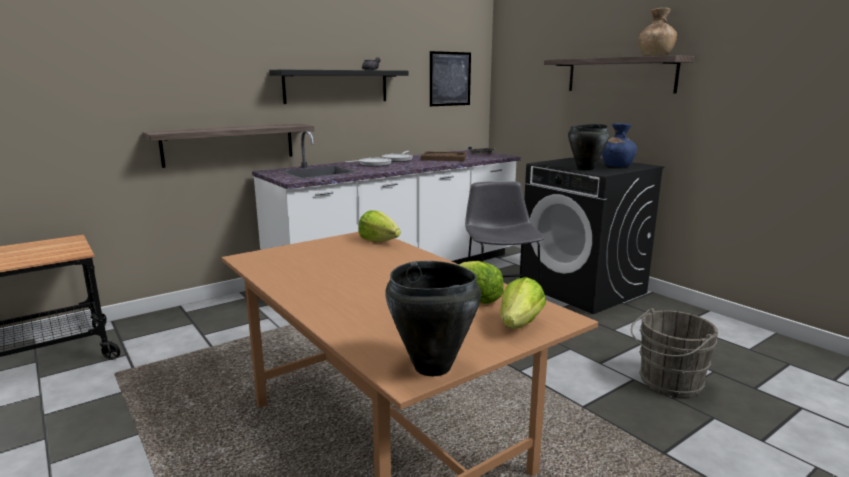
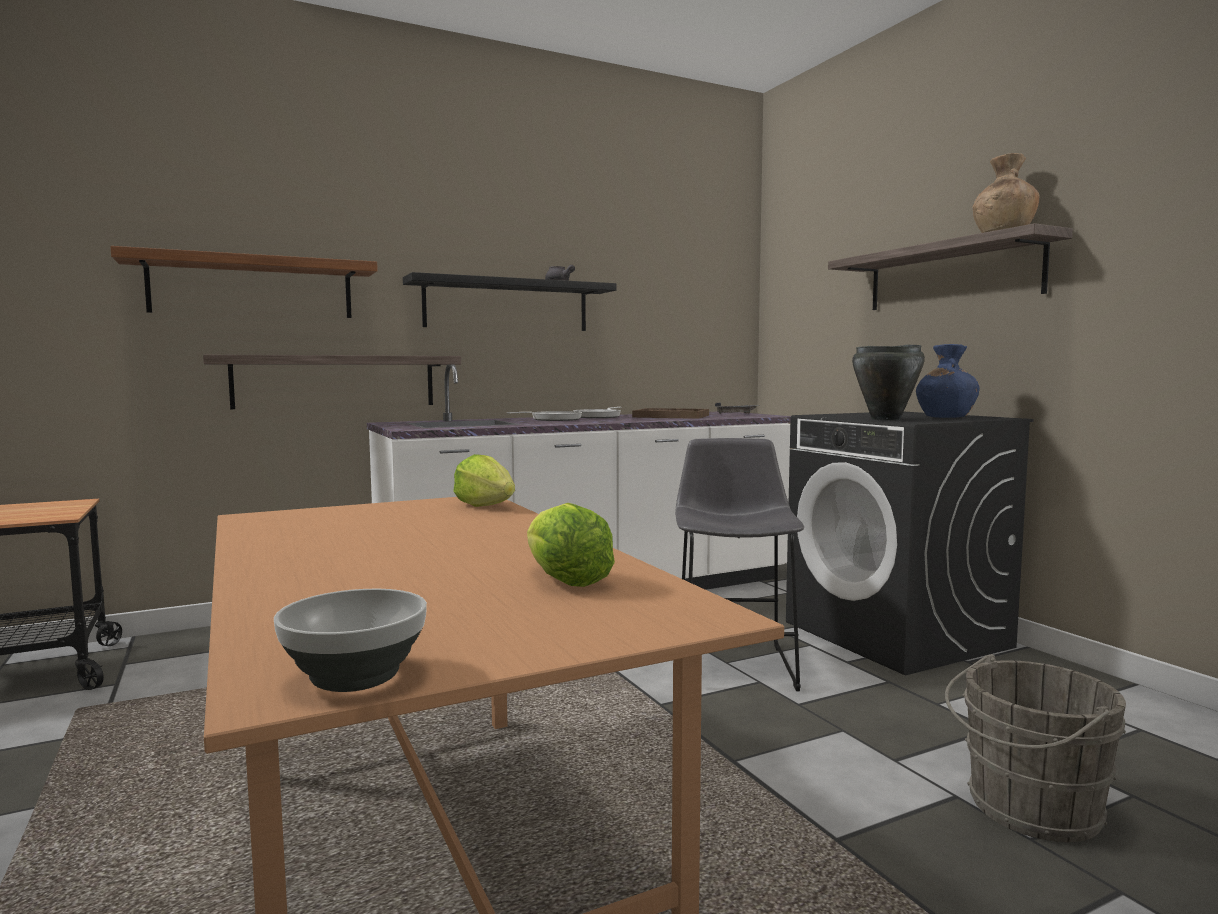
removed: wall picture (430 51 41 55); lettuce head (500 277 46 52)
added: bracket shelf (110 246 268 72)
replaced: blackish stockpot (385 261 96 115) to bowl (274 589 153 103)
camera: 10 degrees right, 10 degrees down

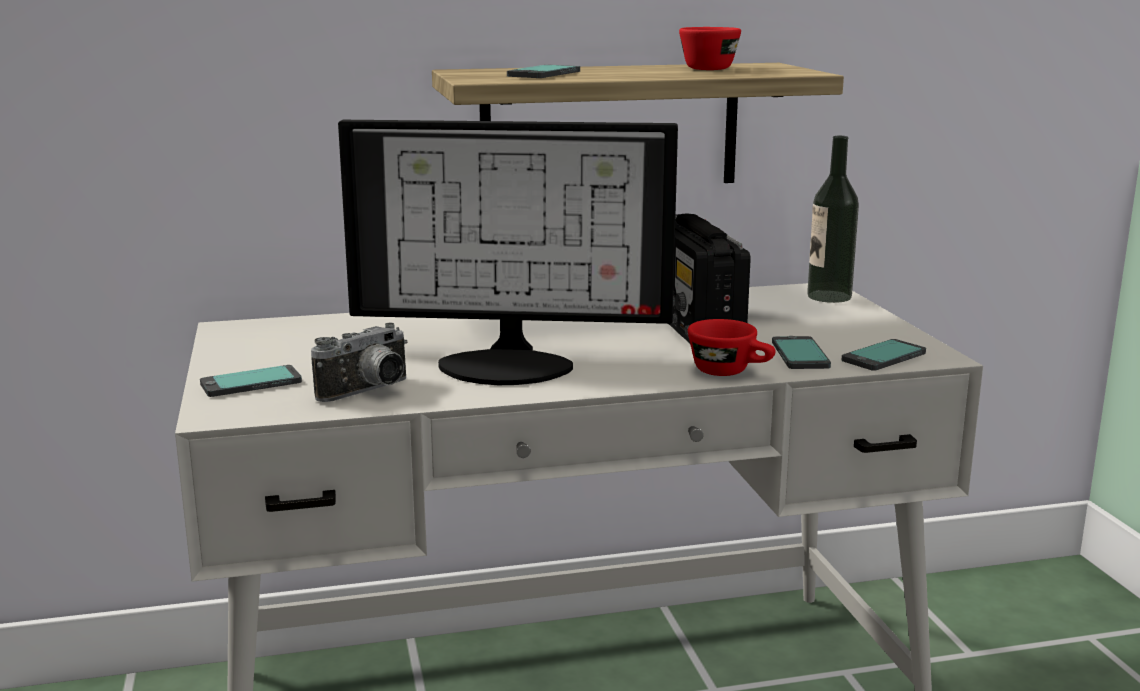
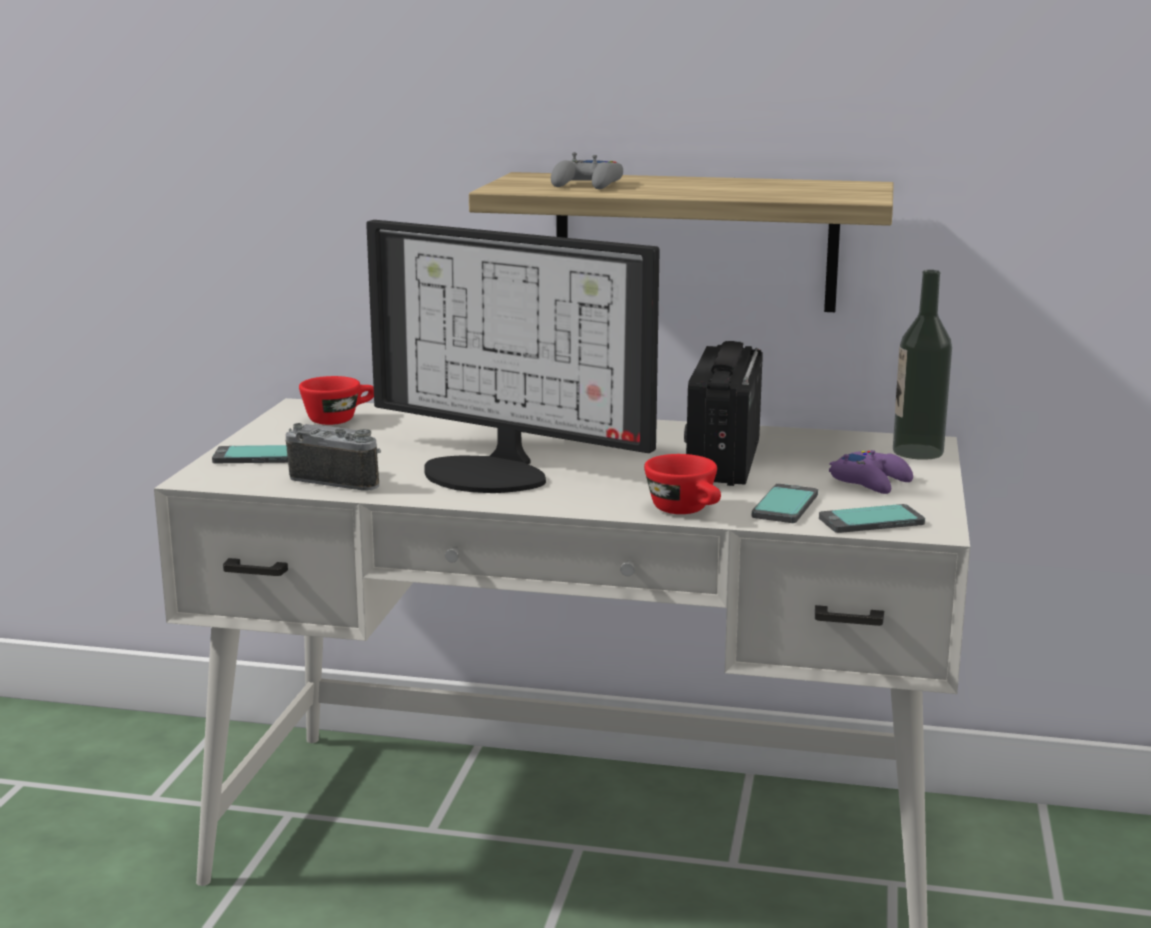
added: purple gamepad (829 450 84 44)
moved: red-coloured small cup (679 27 62 43) to (299 376 75 49)
replaced: phone (507 65 73 13) to greyish gamepad (551 153 72 36)
turned: still camera (311 322 96 80) = (286 423 95 68) 135 degrees counterclockwise
camera: 25 degrees right, 0 degrees up

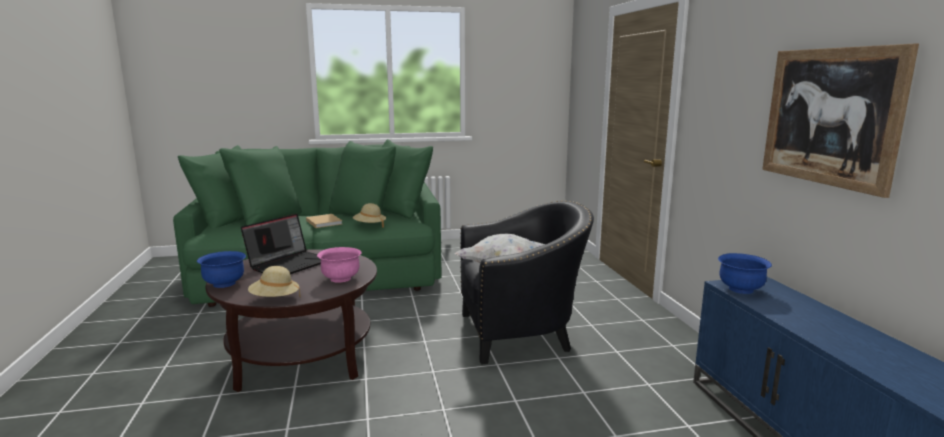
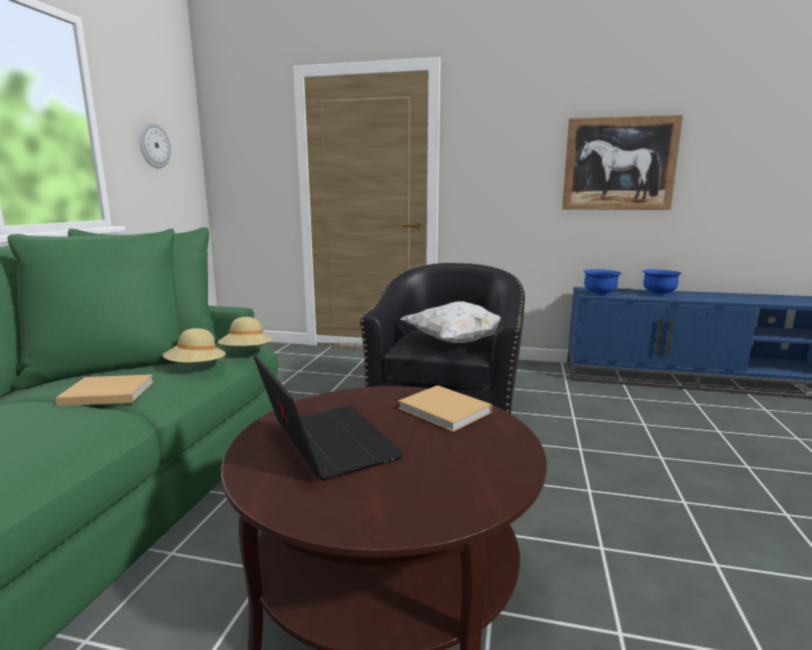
added: clock on the wall (140 122 31 47)
moved: blue-coloured bowl (197 251 49 37) to (642 269 40 27); beige-coloured wearable hat (248 266 52 31) to (218 317 55 29)
replaced: pinkish bowl (317 247 45 36) to beige-coloured bound book (398 385 94 47)
camera: 65 degrees left, 0 degrees up

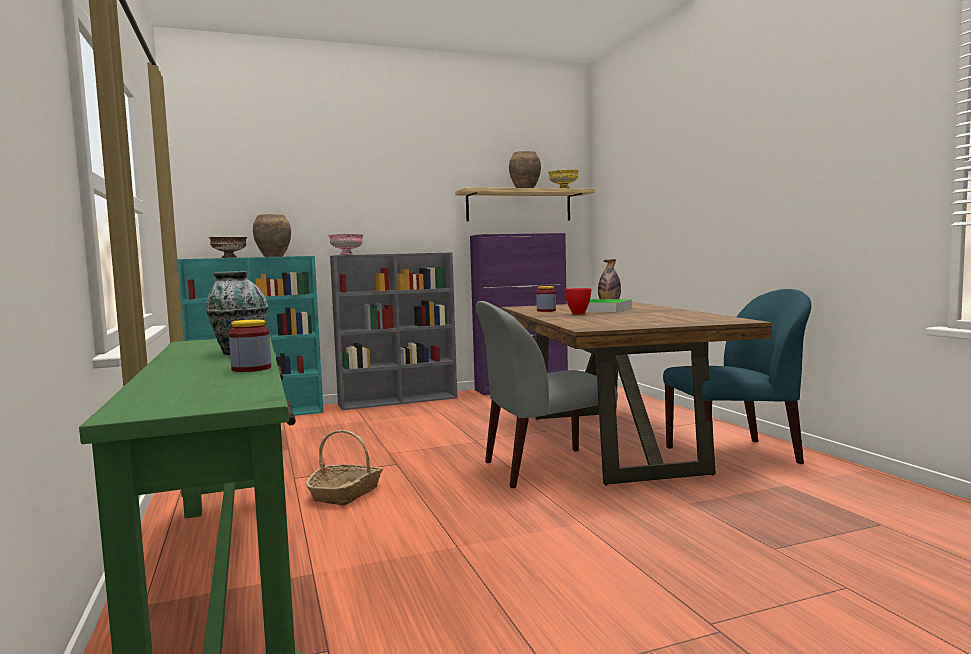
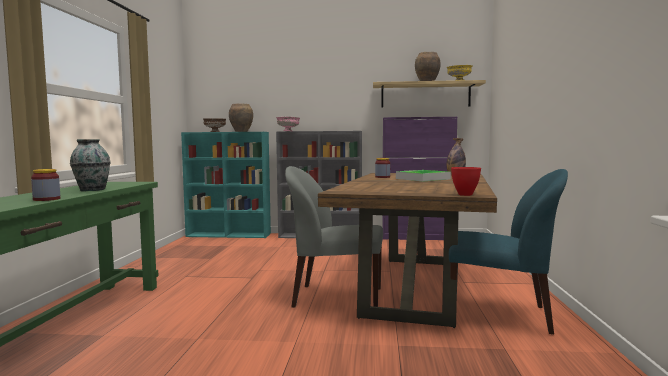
removed: household basket (306 430 77 76)
moved: red-coloured bowl (565 288 27 26) to (451 167 30 29)
camera: 25 degrees right, 0 degrees up

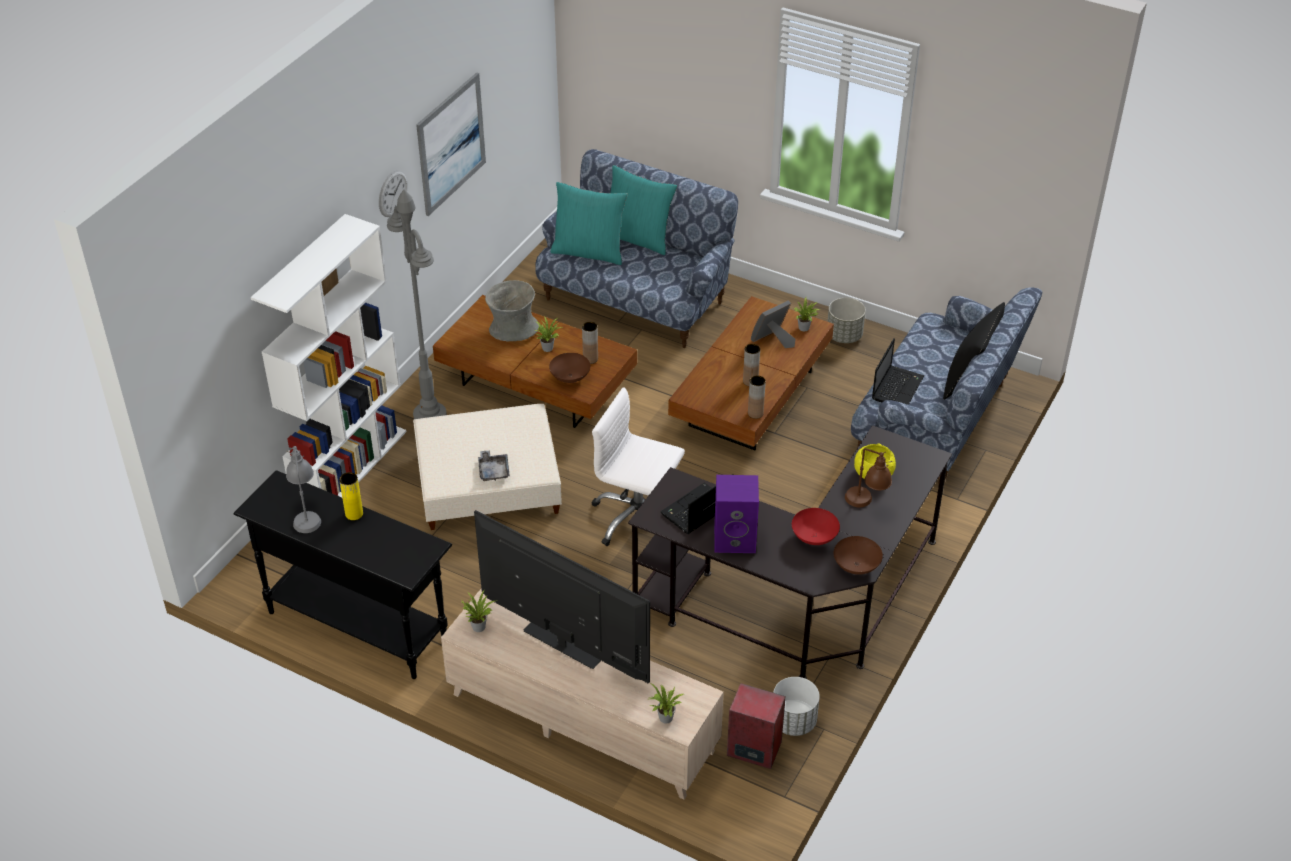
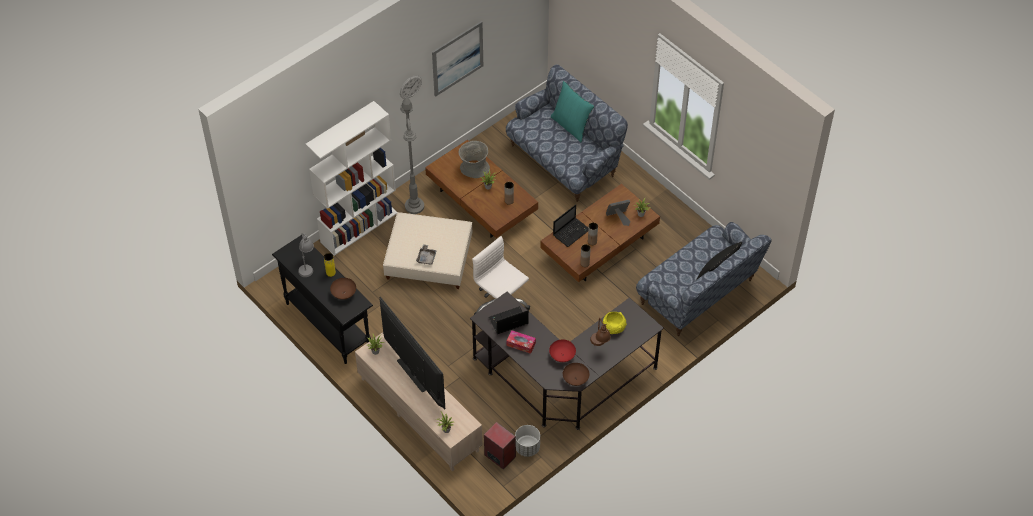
removed: turquoise-coloured throw pillow (550 182 77 83); greyish plant pot (827 298 39 45)
moved: brown bowl (549 353 41 30) to (330 278 26 22); laptop (872 338 52 67) to (553 204 36 43)
replaced: purple audio speaker (714 475 45 78) to tissue holder (506 330 30 24)
camera: 20 degrees right, 10 degrees up

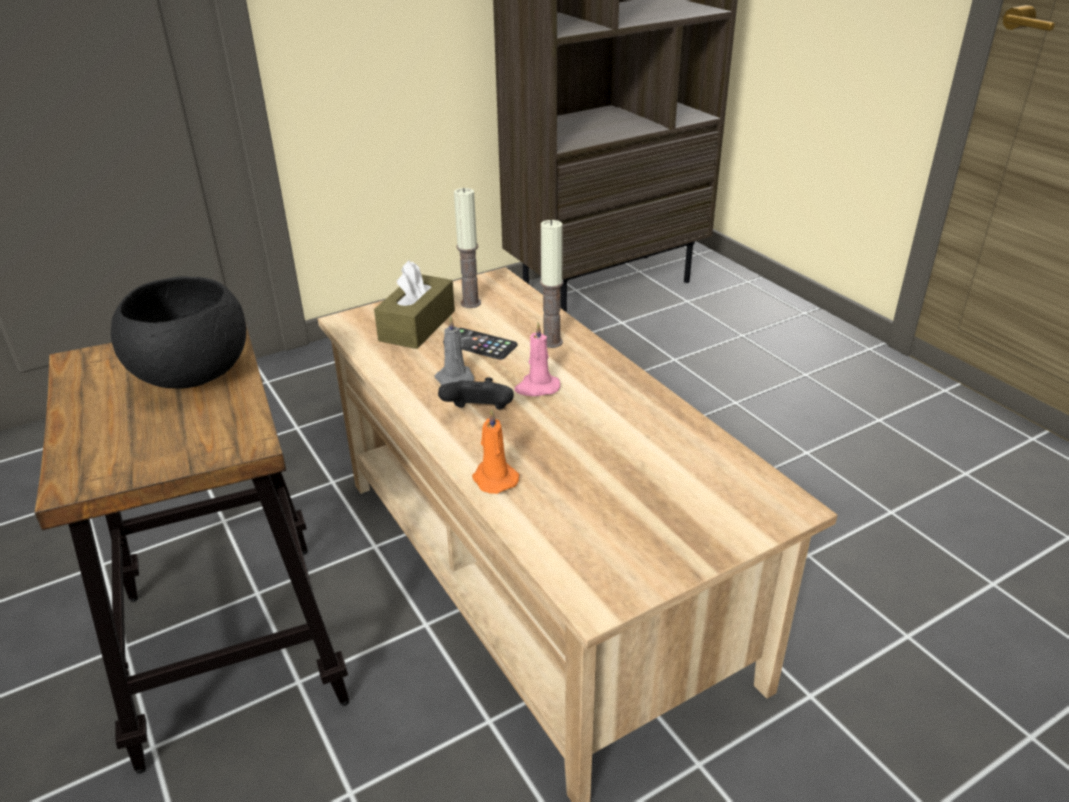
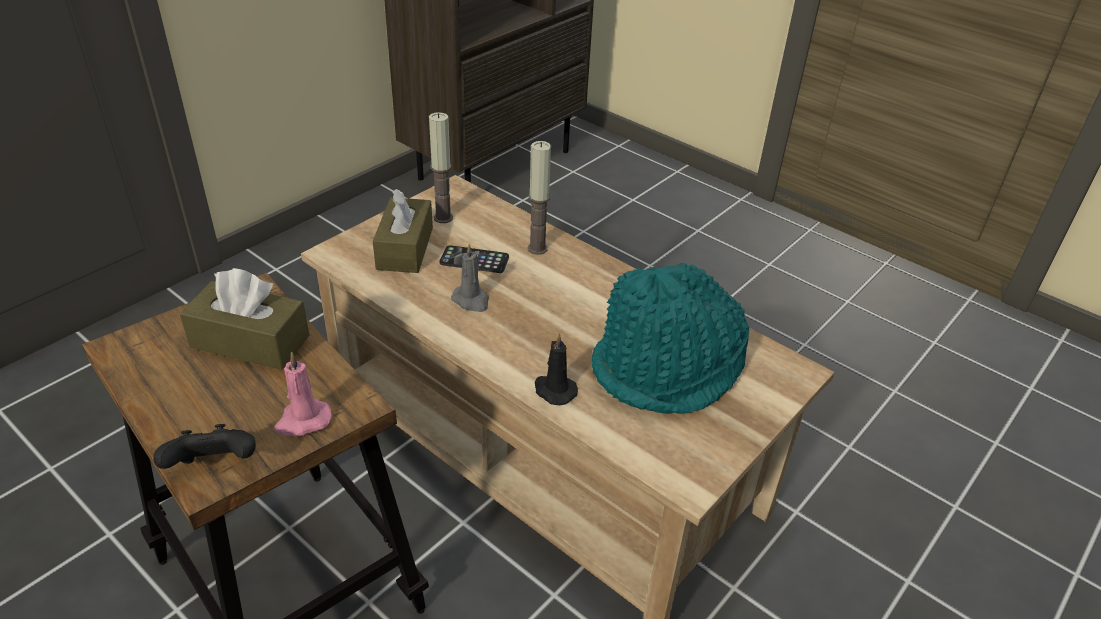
added: turquoise-coloured wearable hat (592 263 157 151)
moved: blackish gamepad (438 377 76 33) to (153 424 103 45); pinkish wax light (514 322 46 74) to (274 351 58 85)
replaced: blackish bowl (111 276 135 113) to brown tissue holder (179 268 130 102)
recoloured: orangey wax light (472 408 47 86) to blackish wax light (535 333 43 72)
camera: 20 degrees left, 5 degrees up

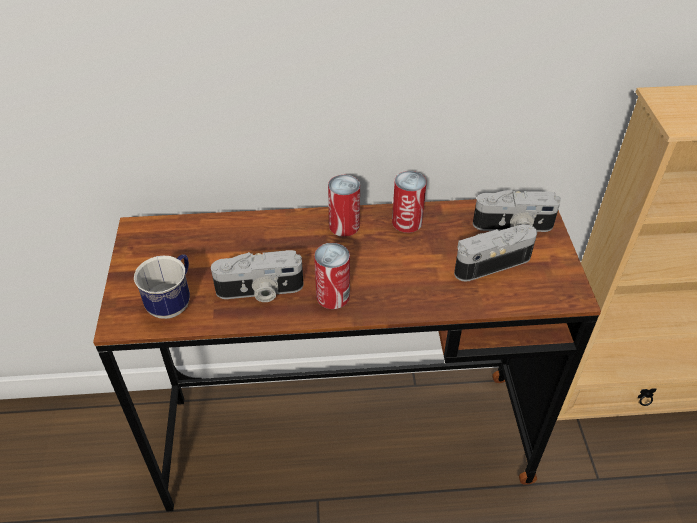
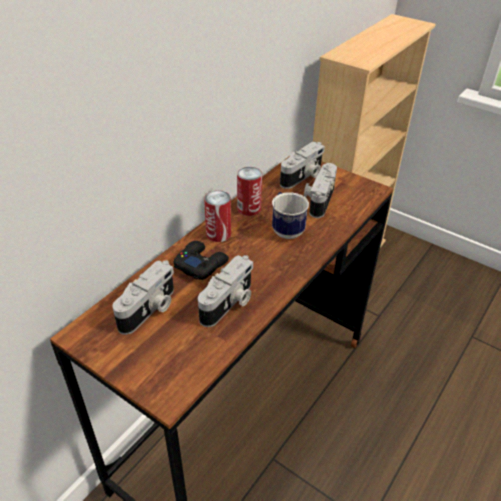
removed: metal can (314 243 36 66)
added: still camera (113 260 61 75); blackish gamepad (174 241 55 39)
moved: coffee mug (134 255 56 64) to (272 192 37 47)
camera: 50 degrees left, 5 degrees down

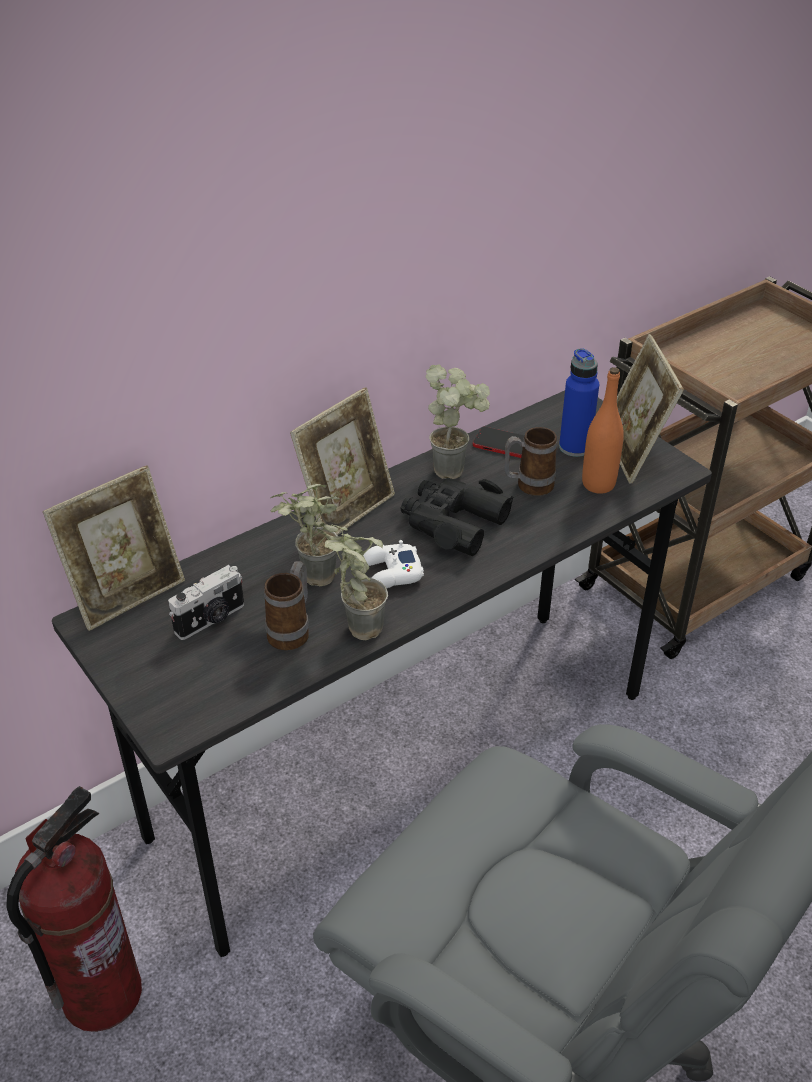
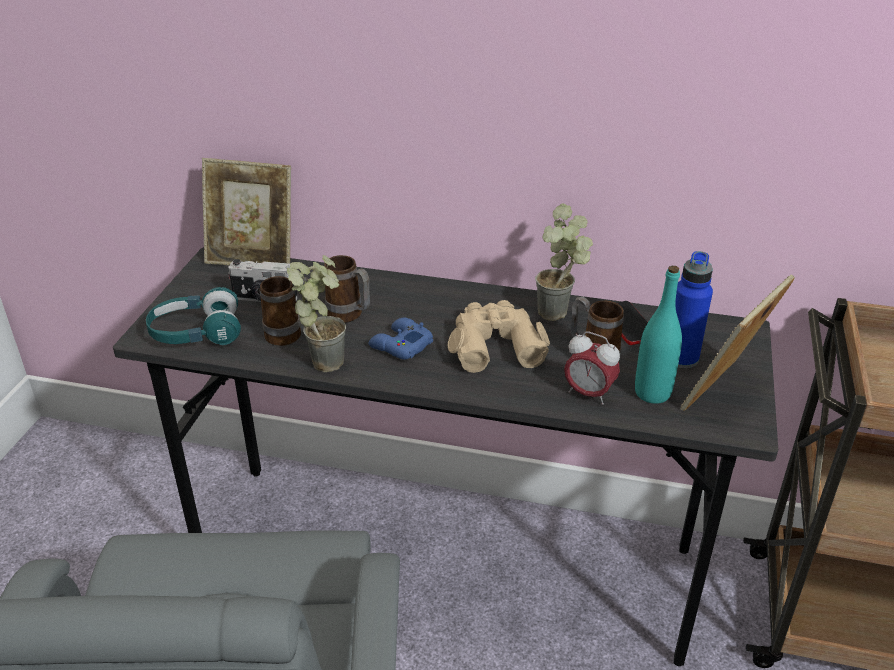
removed: fire-fighting cylinder (6 786 136 246); photo frame (290 388 105 147)
added: turquoise-coloured pair of headphones (146 287 95 58); table clock (564 331 56 74)
replaced: plant in a pot (270 484 70 102) to coffee mug (324 255 46 68)
recoloured: white gamepad (363 540 61 48) to blue-coloured gamepad (369 318 64 42); blackish pair of binoculars (400 478 114 78) to beige-coloured pair of binoculars (448 300 102 73); orangey bottle (582 367 42 127) to turquoise-coloured bottle (635 266 47 138)
camera: 50 degrees right, 5 degrees down

